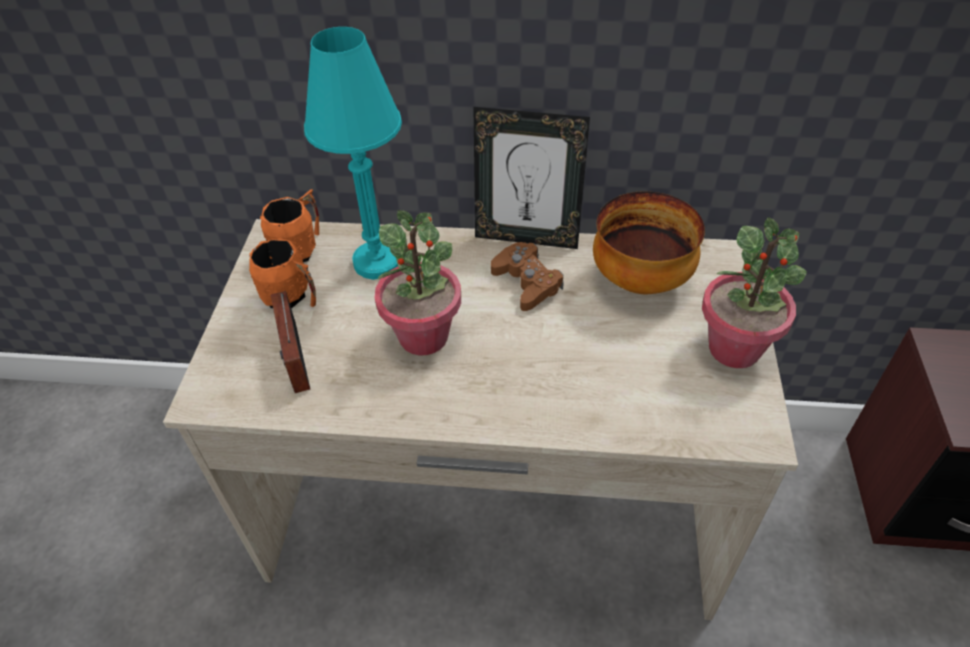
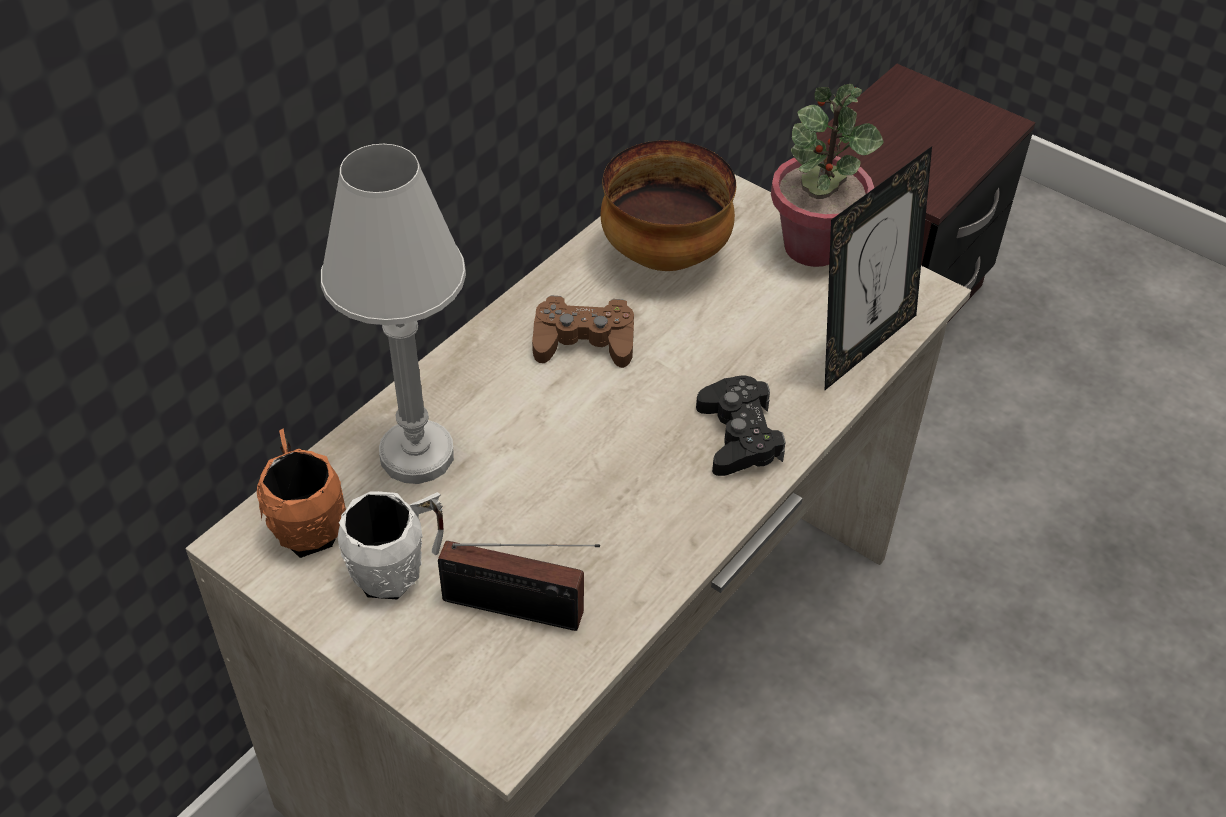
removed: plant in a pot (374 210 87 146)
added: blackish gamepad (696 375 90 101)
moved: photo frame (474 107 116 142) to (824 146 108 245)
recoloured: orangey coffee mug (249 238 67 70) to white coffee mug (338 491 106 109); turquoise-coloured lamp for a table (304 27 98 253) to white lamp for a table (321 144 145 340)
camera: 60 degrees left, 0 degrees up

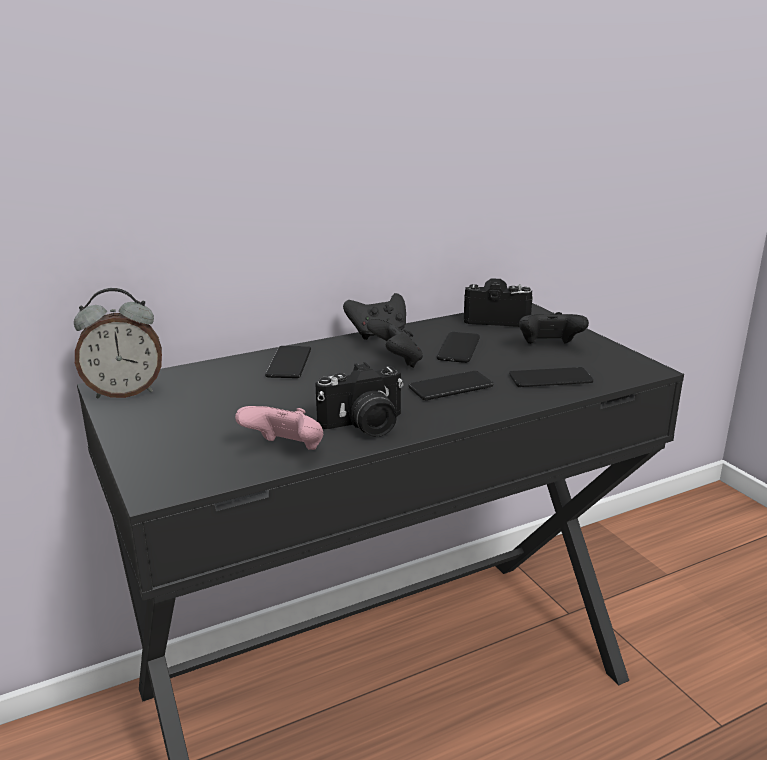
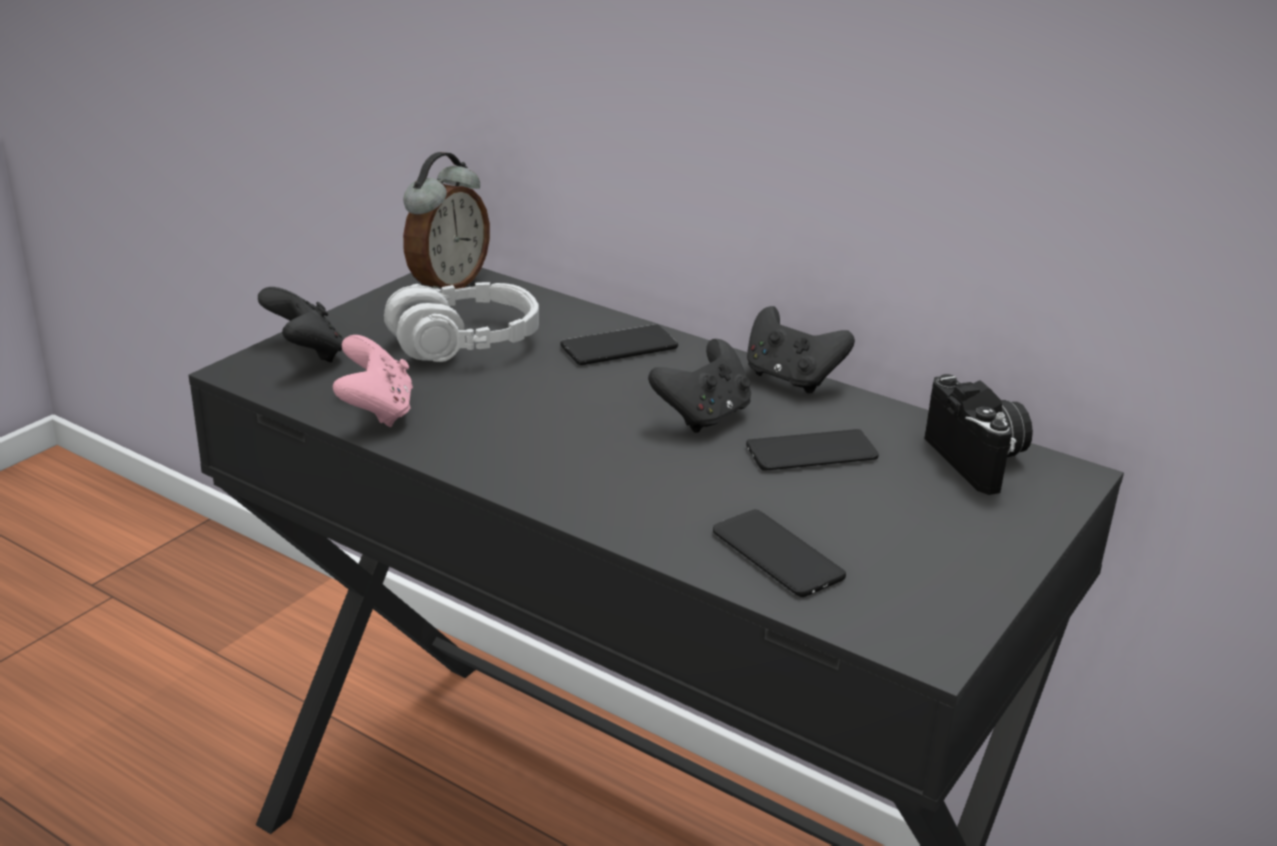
removed: still camera (315 362 88 75); phone (408 371 86 29)
added: greyish pair of headphones (384 282 155 80)
moved: blackish gamepad (519 312 70 32) to (258 287 86 75)
turned: table clock (74 288 88 110) = (403 152 87 137) 105 degrees counterclockwise
camera: 60 degrees right, 5 degrees up

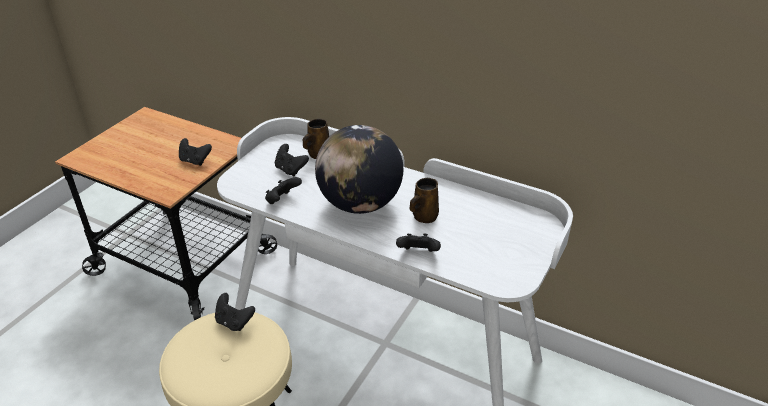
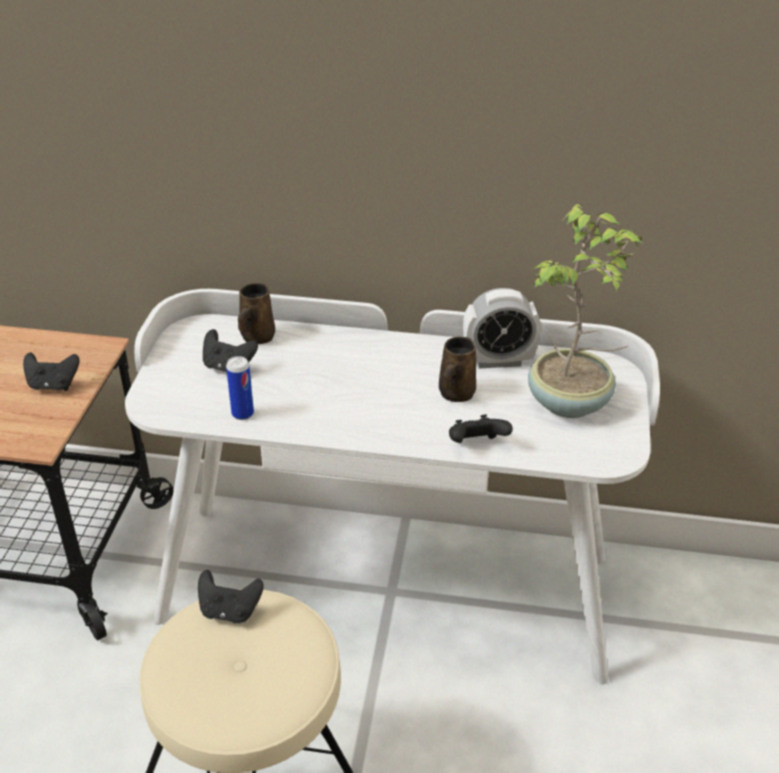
removed: desk globe (315 125 88 89)
added: table clock (463 288 78 80); plant in a pot (528 204 116 214)
replaced: blackish gamepad (265 177 37 27) to metal can (226 356 28 64)
camera: 20 degrees left, 0 degrees up

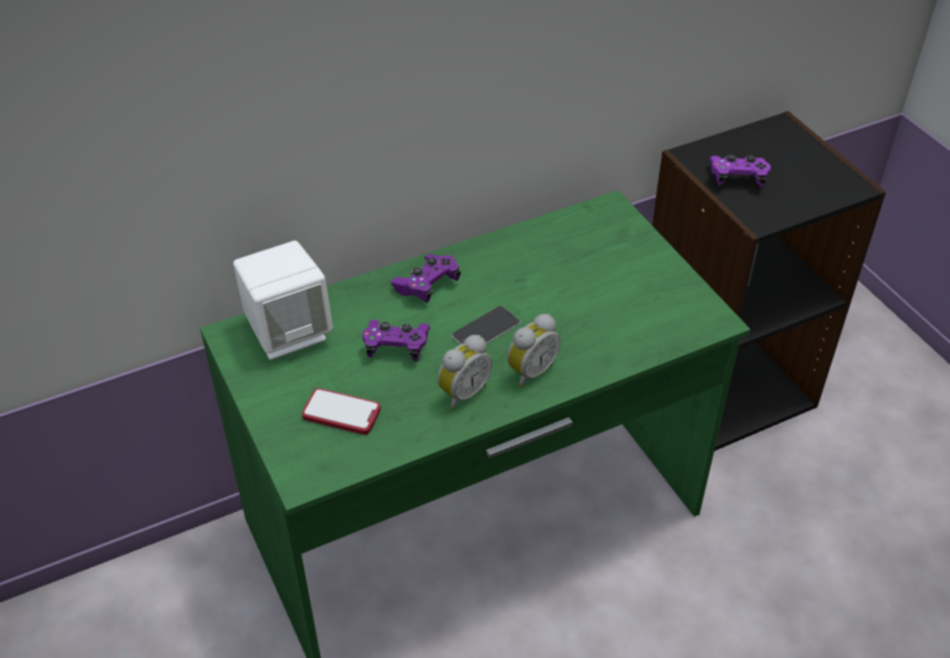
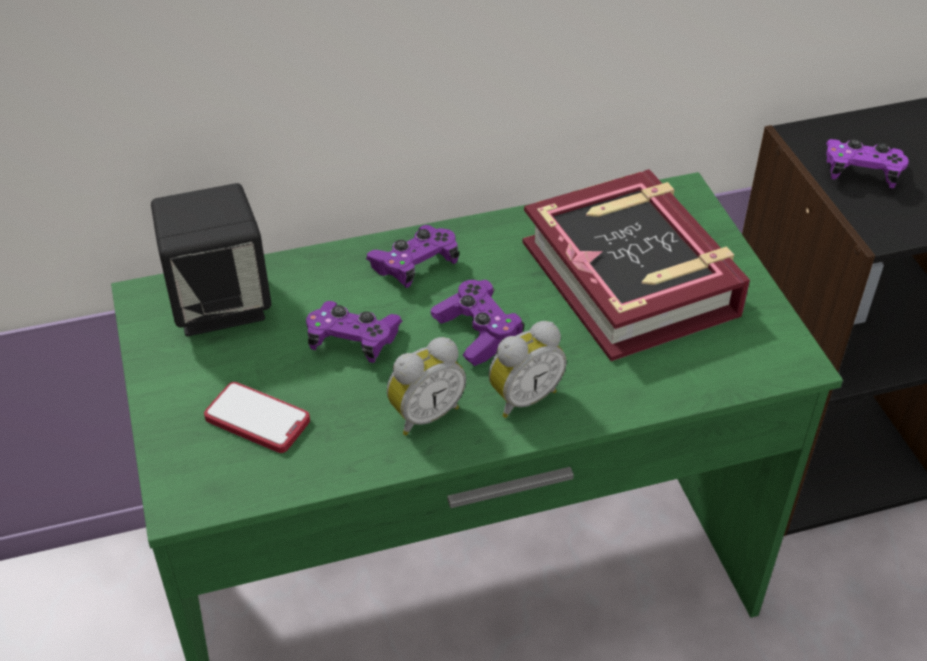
added: bound book (522 169 228 192)
replaced: phone (451 306 70 38) to purple gamepad (431 280 94 86)
recoloured: white audio speaker (233 241 100 119) to blackish audio speaker (151 183 120 153)
camera: 10 degrees right, 0 degrees up

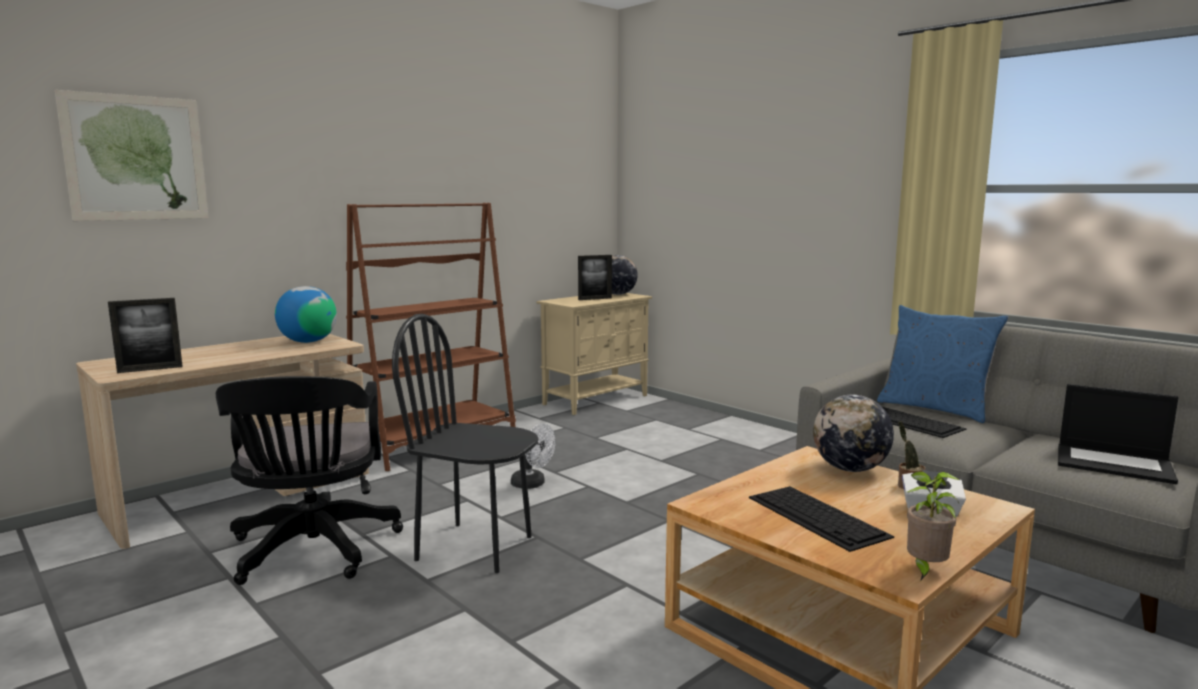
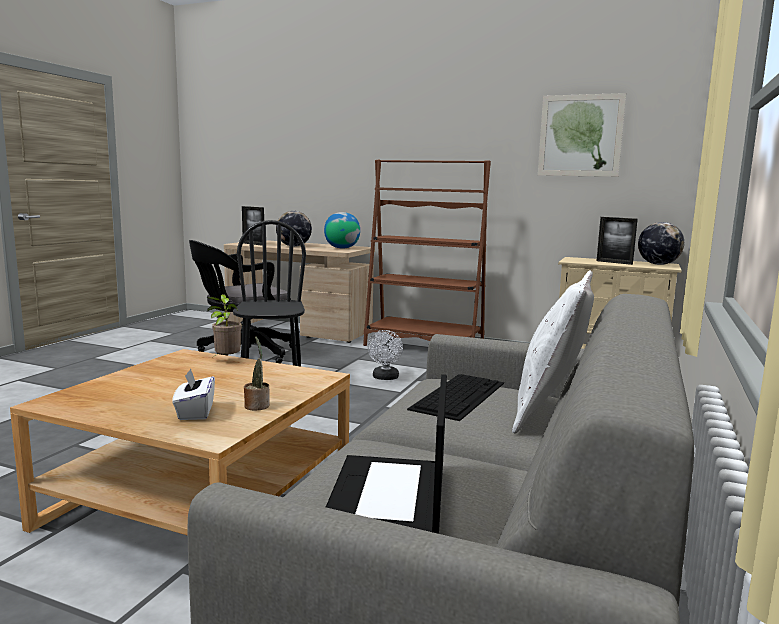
removed: computer keyboard (749 486 145 66)
moved: wall picture (55 90 153 131) to (538 93 88 84); desk globe (813 395 81 77) to (276 211 36 36); plant in a pot (907 471 52 109) to (207 294 35 65)
recoloured: blue-coloured throw pillow (877 305 131 118) to white throw pillow (512 271 82 163)
camera: 65 degrees right, 0 degrees up

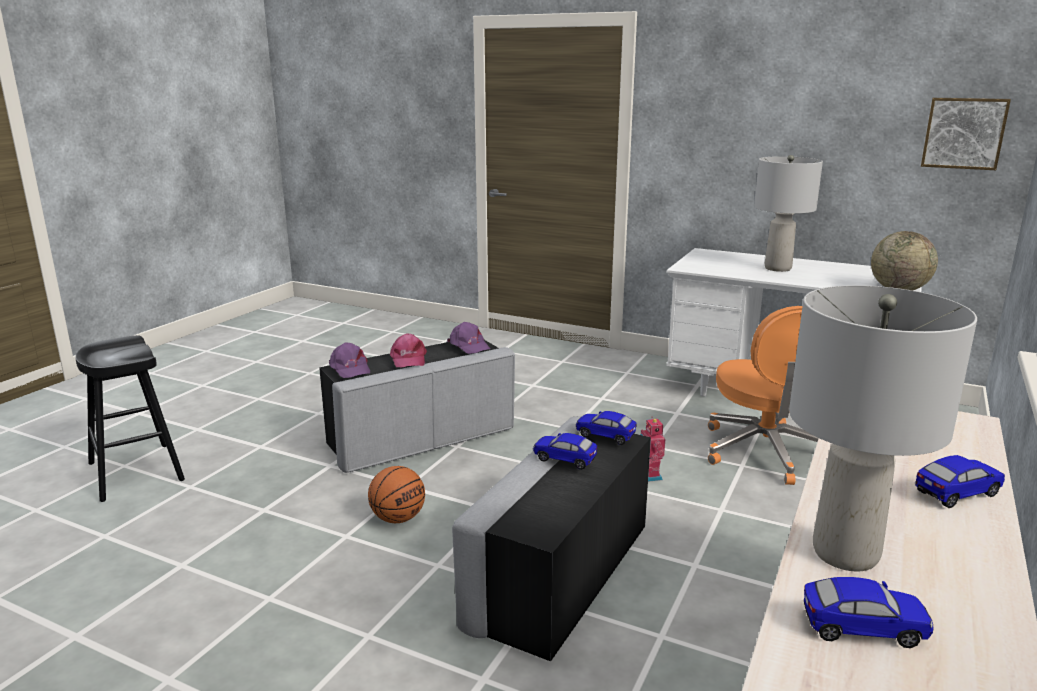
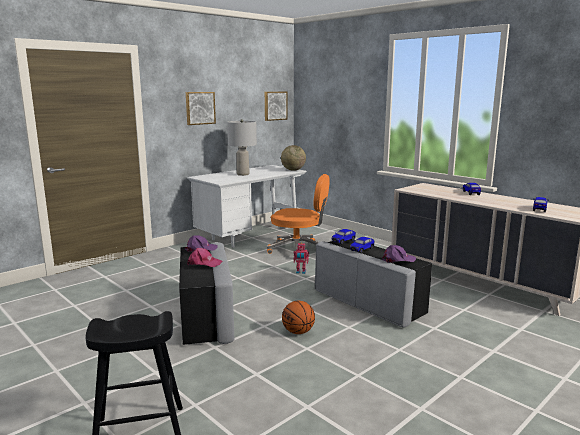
removed: greyish lamp for a table (789 285 188 287)
added: wall picture (186 92 30 33)
moved: purple peaked cap (329 343 41 35) to (382 245 34 18)
camera: 70 degrees left, 5 degrees down

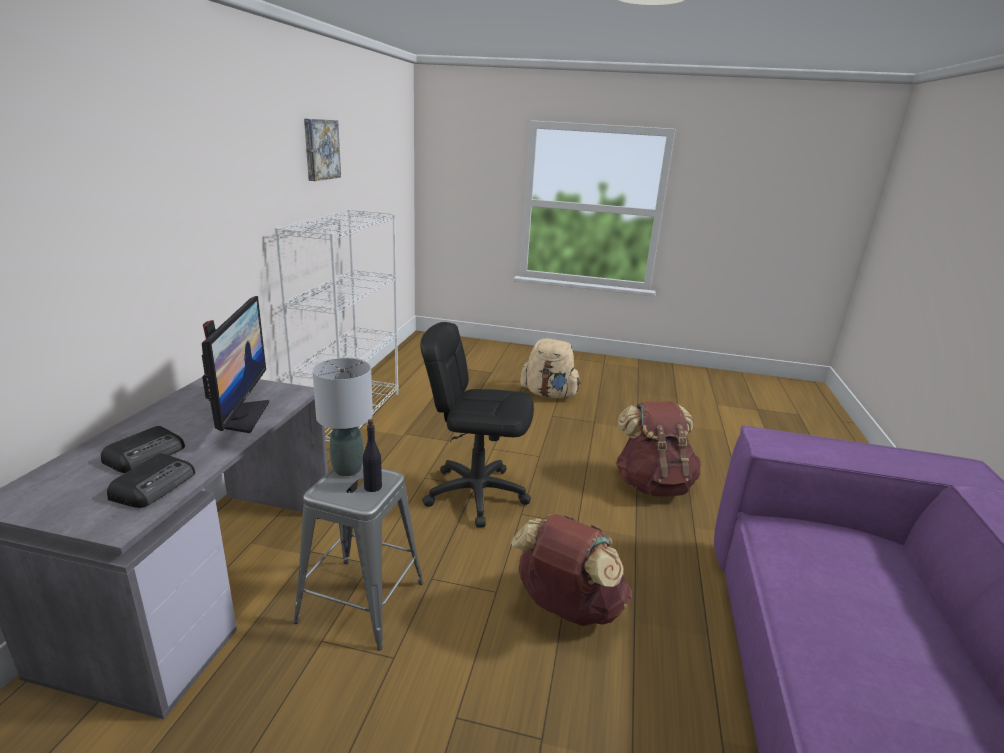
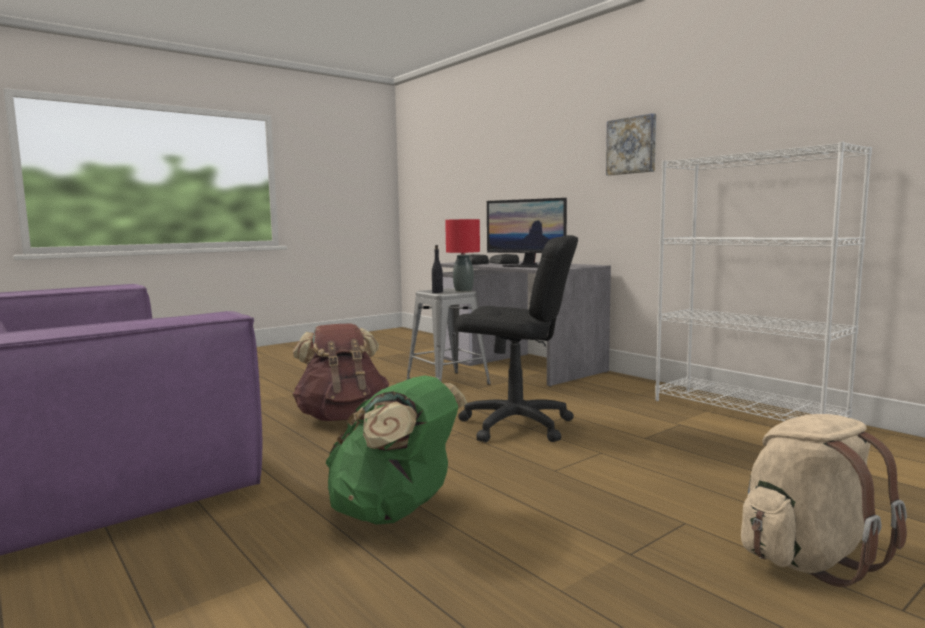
moved: wall picture (304 119 37 62) to (606 113 50 62)
recoloured: greyish lamp for a table (312 358 61 118) to red-coloured lamp for a table (445 219 35 73); brown knapsack (615 401 87 96) to green-coloured knapsack (326 376 141 149)
turned: blackish office chair (420 322 114 206) = (456 235 122 207) 60 degrees clockwise
camera: 130 degrees right, 15 degrees down

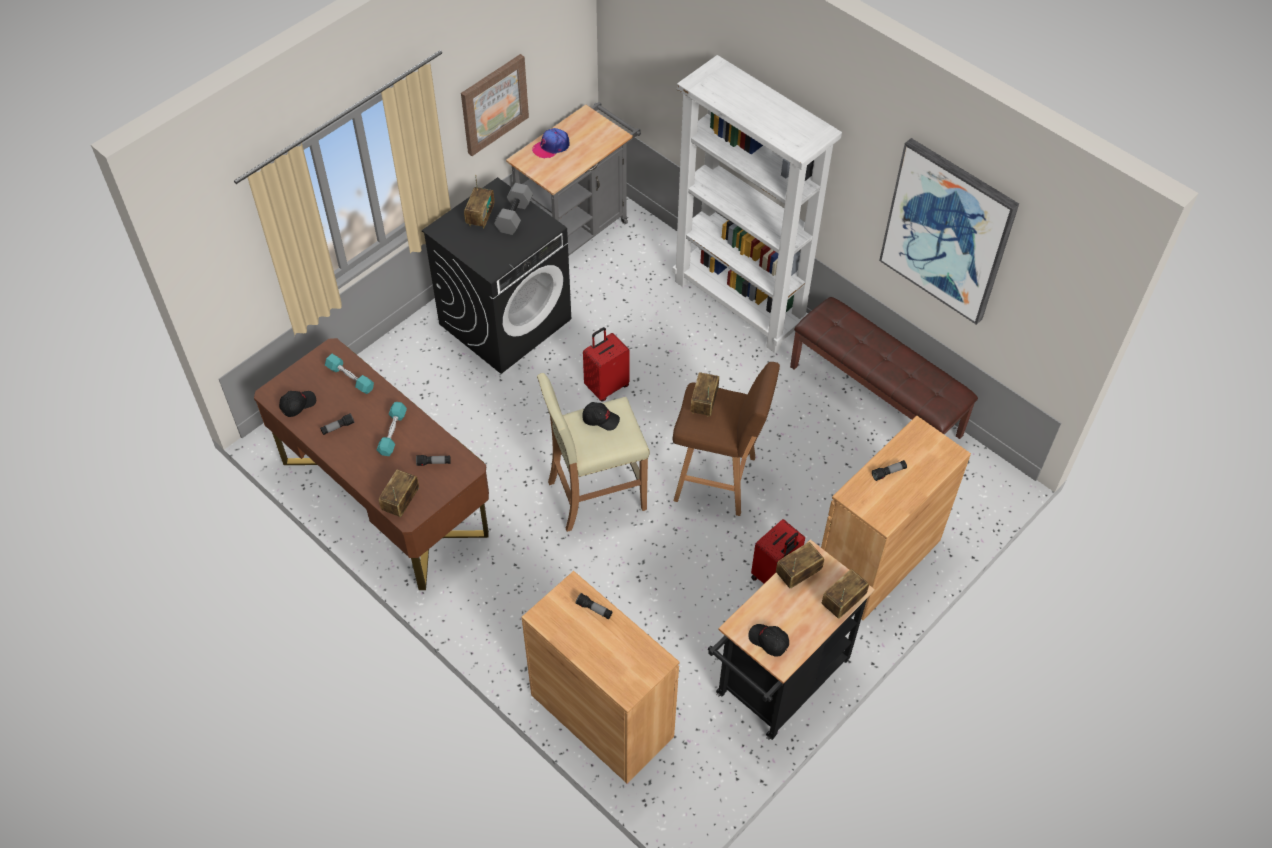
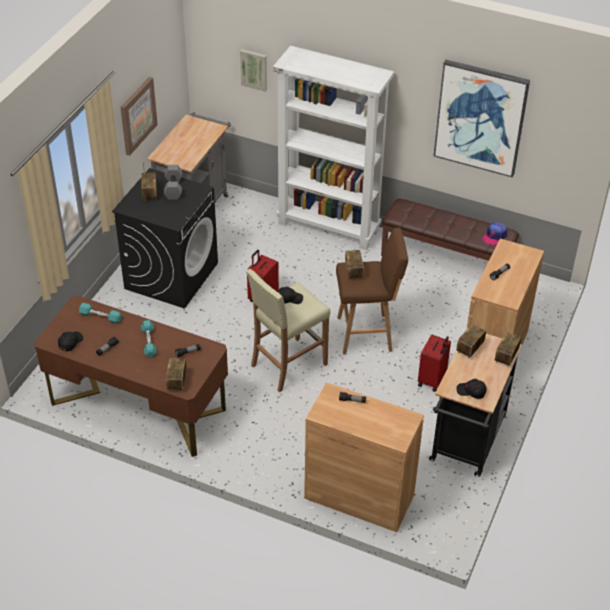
added: wall picture (240 49 27 43)
moved: peaked cap (532 128 37 30) to (483 222 24 23)
camera: 20 degrees left, 10 degrees down

